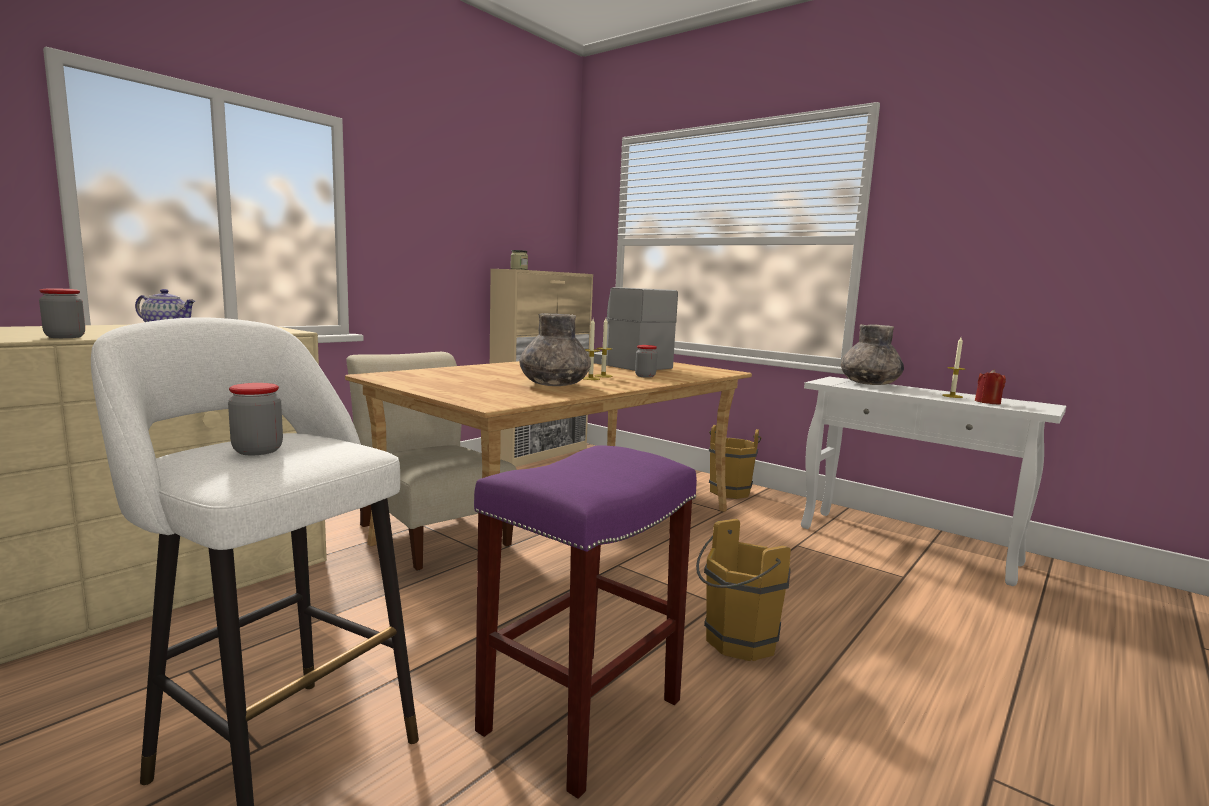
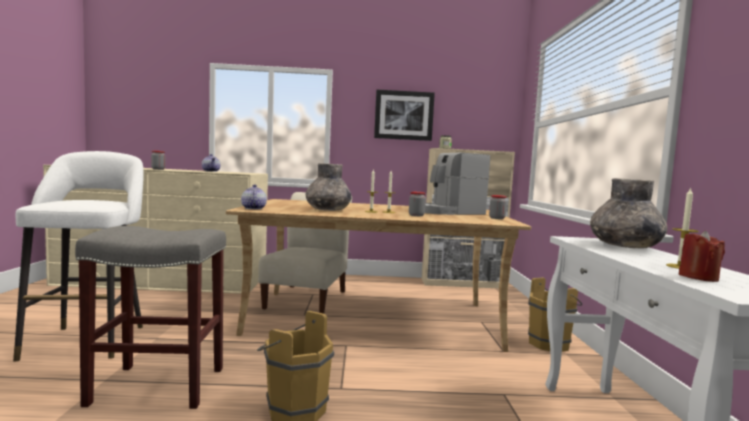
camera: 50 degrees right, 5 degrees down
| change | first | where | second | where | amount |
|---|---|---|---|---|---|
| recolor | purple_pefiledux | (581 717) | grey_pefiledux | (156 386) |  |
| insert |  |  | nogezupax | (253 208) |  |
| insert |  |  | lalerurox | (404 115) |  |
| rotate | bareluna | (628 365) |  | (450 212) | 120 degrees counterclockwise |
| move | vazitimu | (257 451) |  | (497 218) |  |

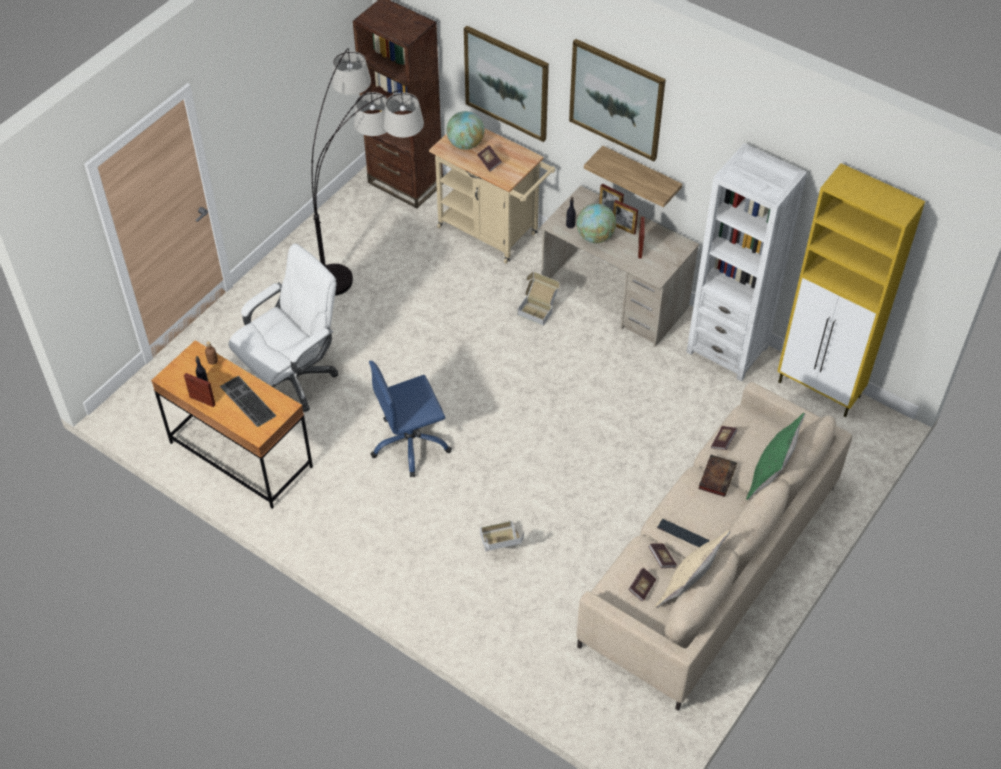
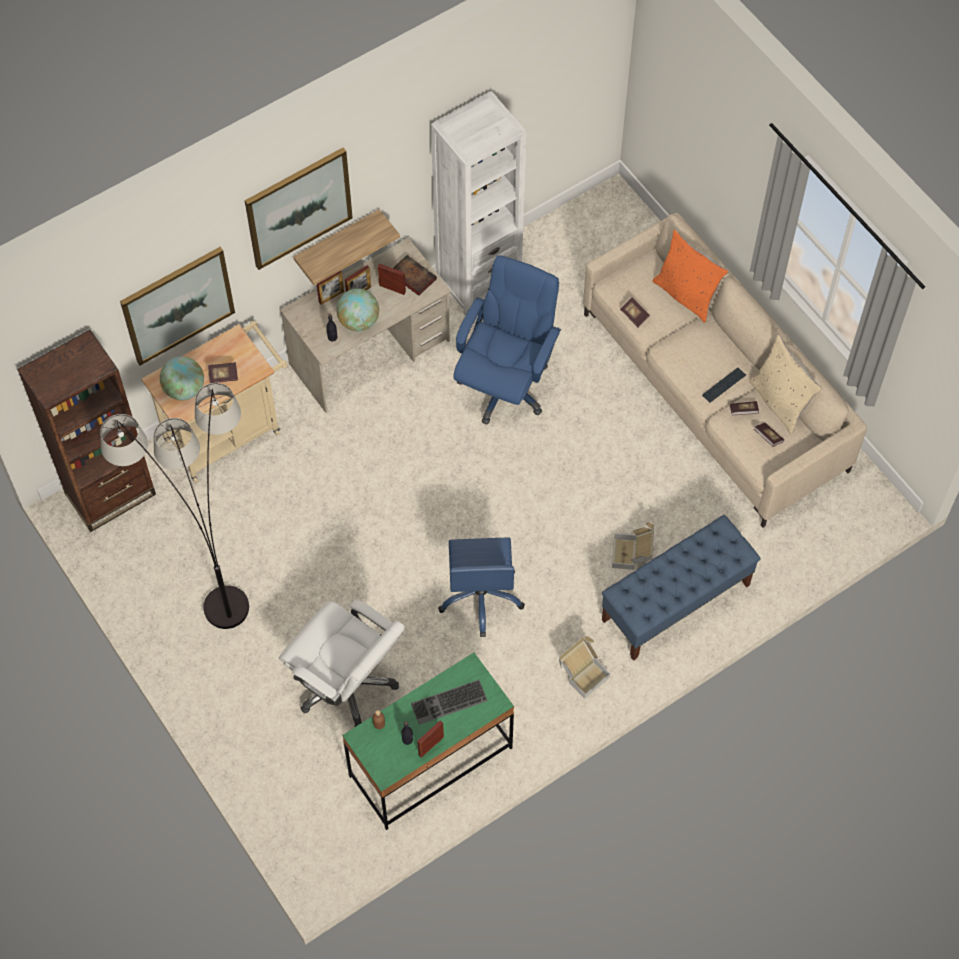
camera: 70 degrees left, 10 degrees up
| change | first | where | second | where | amount |
|---|---|---|---|---|---|
| rotate | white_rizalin | (292 378) |  | (347 685) | 150 degrees clockwise |
| recolor | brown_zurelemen | (240 454) | green_zurelemen | (430 762) |  |
| move | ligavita | (717 476) |  | (412 276) |  |
| insert |  |  | blue_rizalin | (505 385) |  |
| move | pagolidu | (538 308) |  | (583 673) |  |
| insert |  |  | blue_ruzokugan | (675 603) |  |
| recolor | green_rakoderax | (770 476) | orange_rakoderax | (686 294) |  |
| delete | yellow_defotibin | (820 390) |  |  |  |

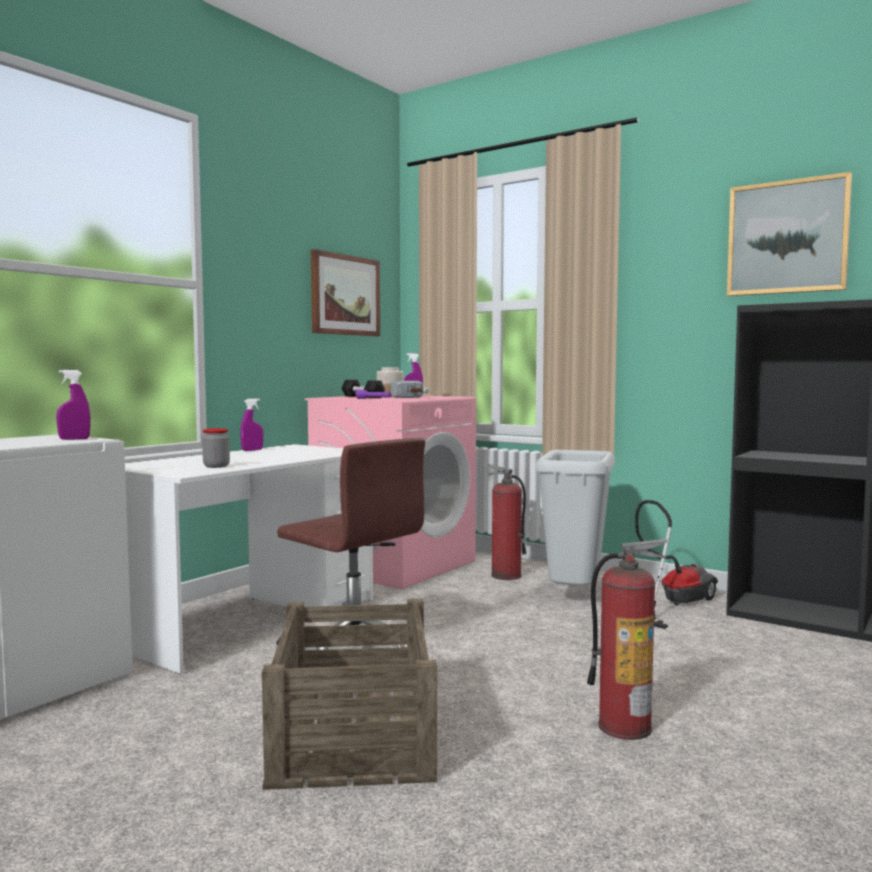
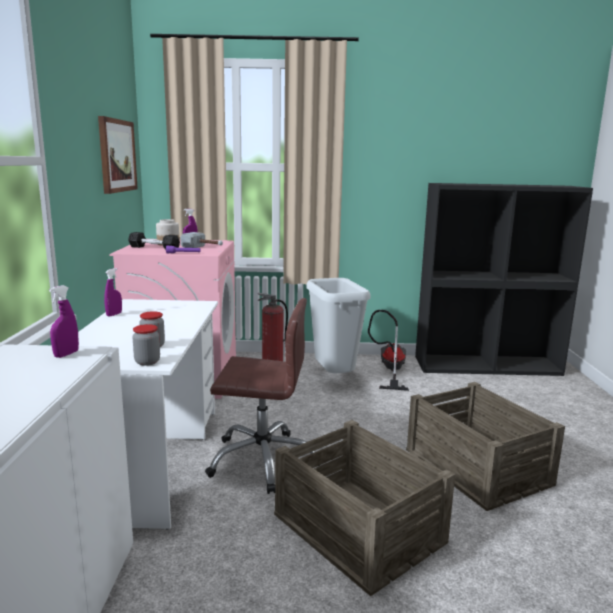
camera: 35 degrees left, 10 degrees up
| change | first | where | second | where | amount |
|---|---|---|---|---|---|
| insert |  |  | vazitimu | (147 362) |  |
| replace | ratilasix | (625 727) | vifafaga | (477 466) |  |
| delete | lalerurox | (787 237) |  |  |  |

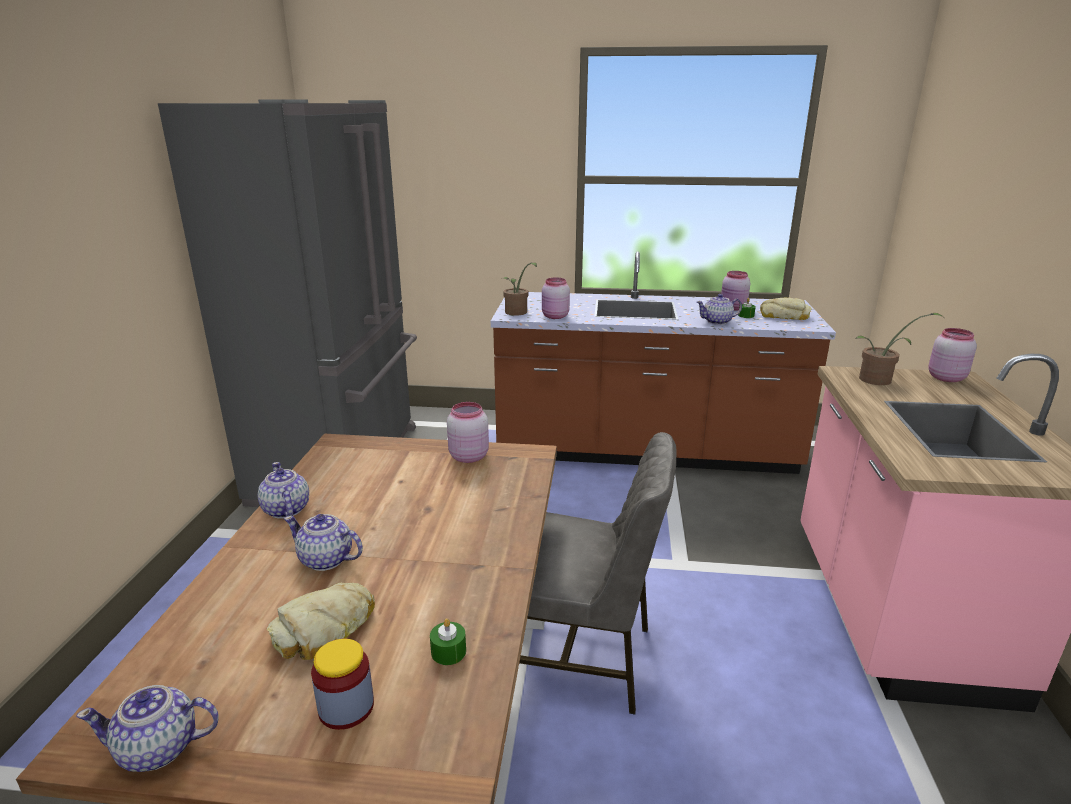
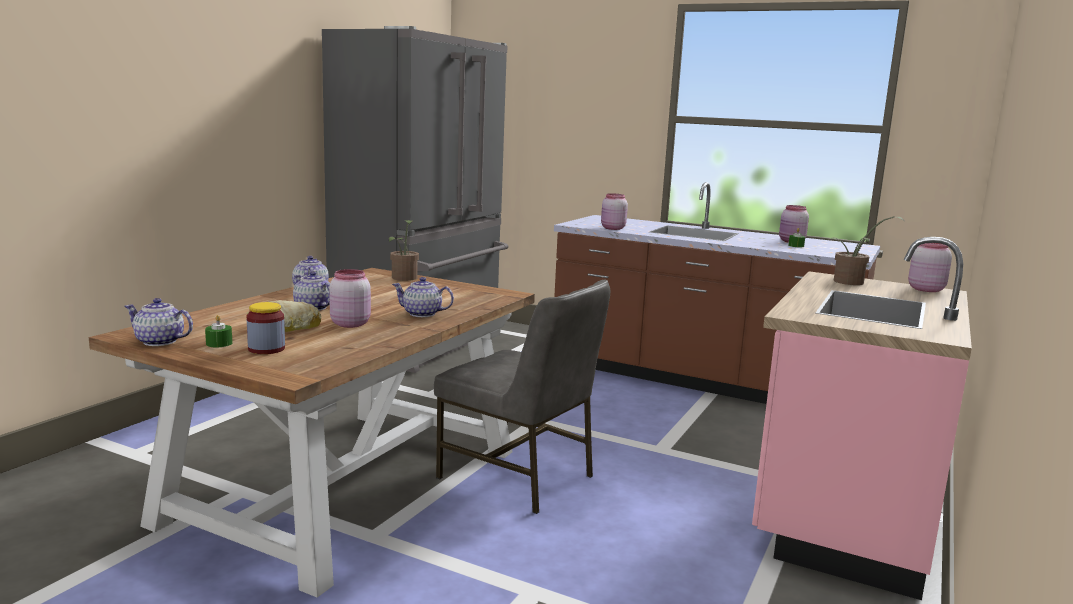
camera: 20 degrees right, 10 degrees down
| change | first | where | second | where | amount |
|---|---|---|---|---|---|
| move | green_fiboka | (448 651) |  | (219 343) |  |
| move | pink_vazitimu | (468 456) |  | (350 324) |  |
| move | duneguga | (517 313) |  | (404 278) |  |
| move | nogezupax | (717 322) |  | (422 314) |  |
| delete | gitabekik | (784 316) |  |  |  |

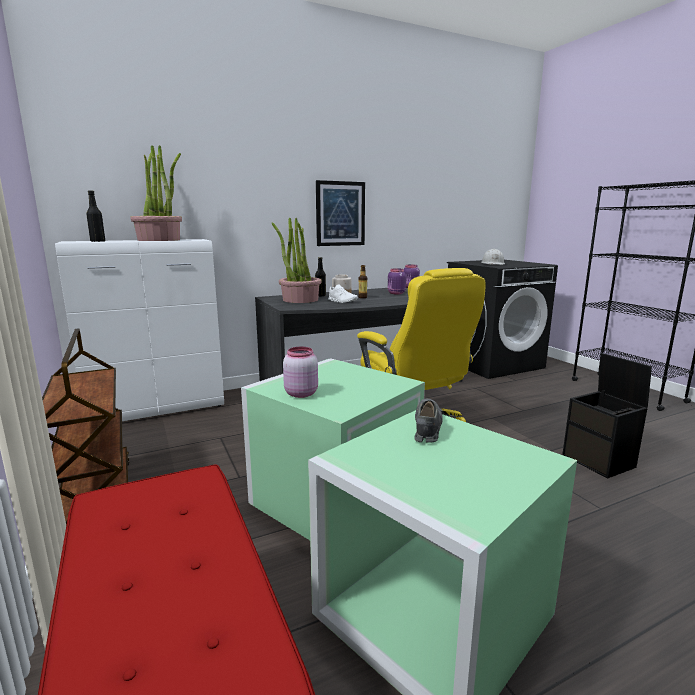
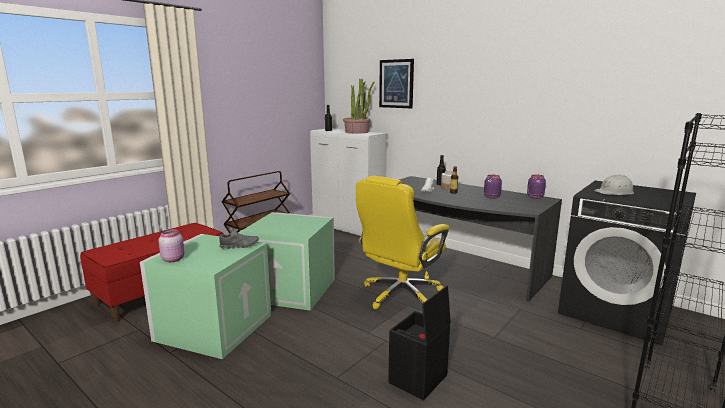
camera: 65 degrees right, 0 degrees up
| change | first | where | second | where | amount |
|---|---|---|---|---|---|
| move | pink_vazitimu | (300 393) |  | (173 259) |  |
| move | lalerurox | (340 214) |  | (396 84) |  |
| delete | duneguga | (300 300) |  |  |  |

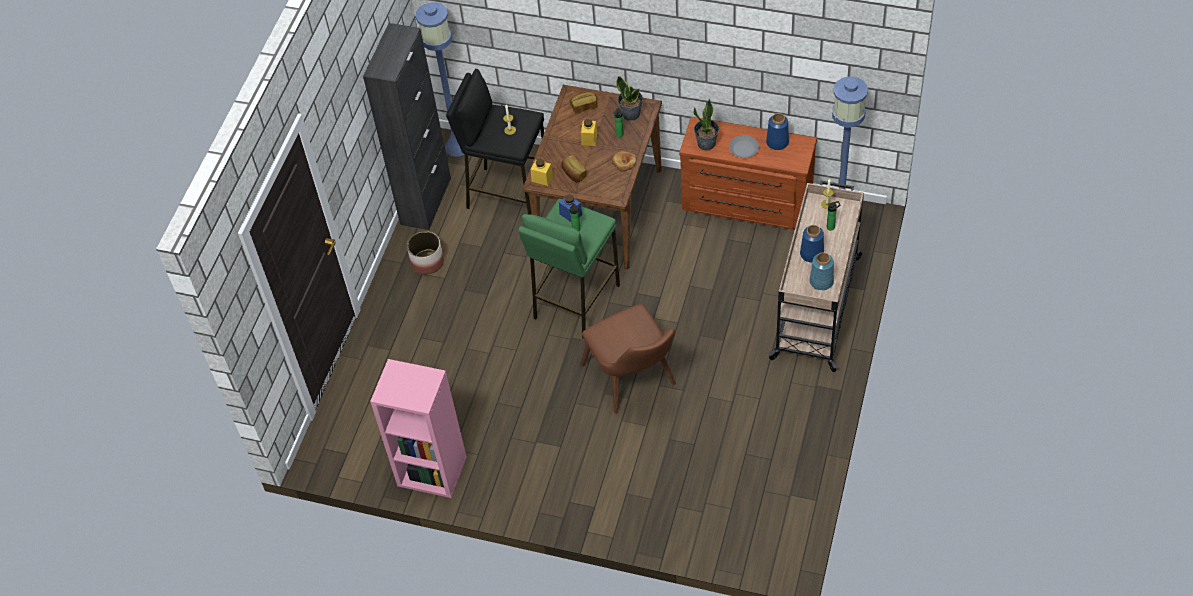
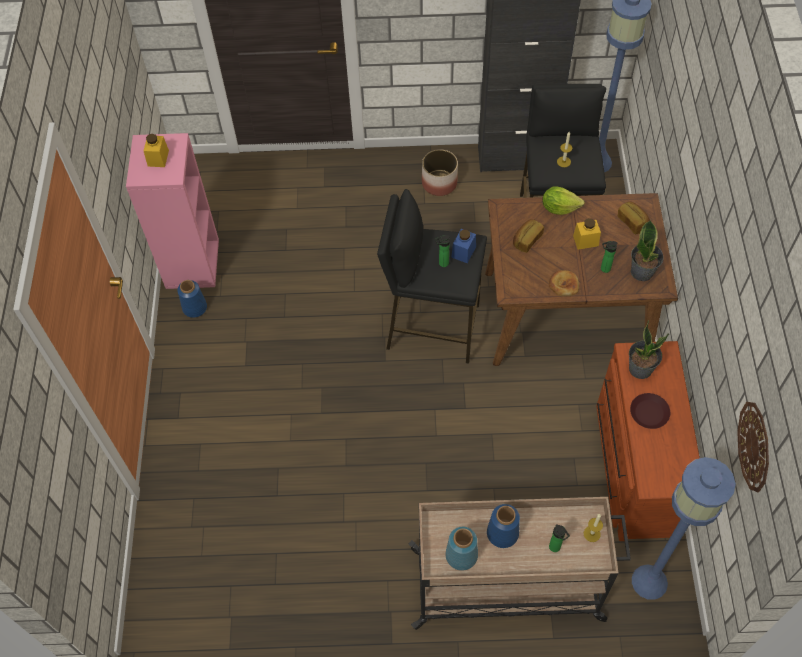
camera: 70 degrees right, 5 degrees up
| change | first | where | second | where | amount |
|---|---|---|---|---|---|
| move | yellow_vazitimu | (542 178) |  | (158 158) |  |
| move | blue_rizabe | (777 142) |  | (194 308) |  |
| recolor | green_pefiledux | (575 301) | black_pefiledux | (432 327) |  |
| insert |  |  | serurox | (559 208) |  |
| recolor | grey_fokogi | (744 149) | brown_fokogi | (649 413) |  |
| insert |  |  | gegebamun | (754 446) |  |
| delete | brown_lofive | (635 382) |  |  |  |

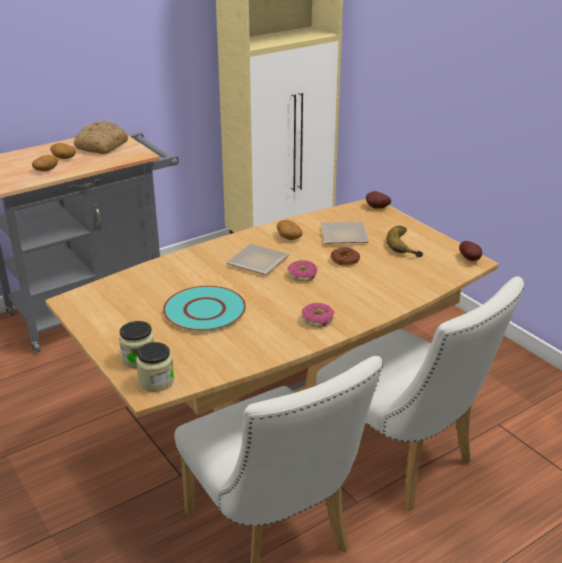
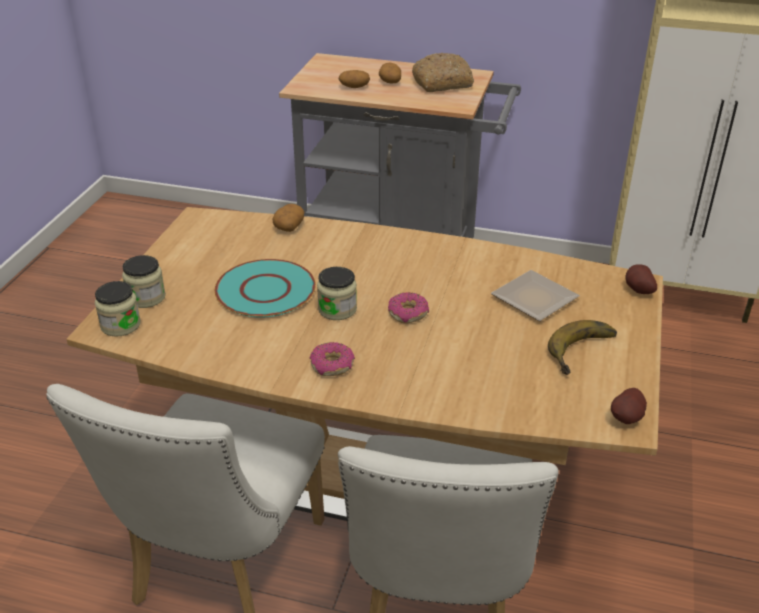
camera: 50 degrees right, 5 degrees up
| change | first | where | second | where | amount |
|---|---|---|---|---|---|
| move | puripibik | (288 237) |  | (289 226) |  |
| insert |  |  | vazitimu | (337 309) |  |
| delete | fokogi | (255 262) |  |  |  |
| delete | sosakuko | (345 260) |  |  |  |

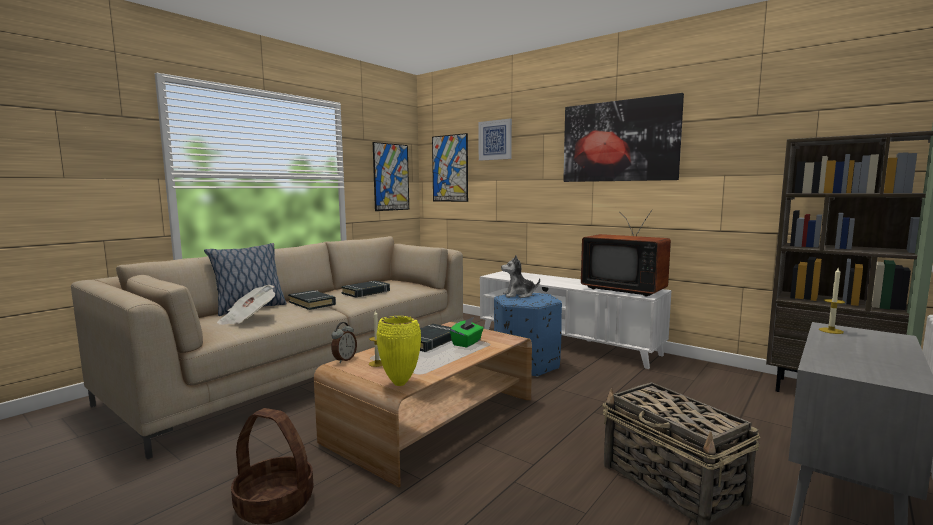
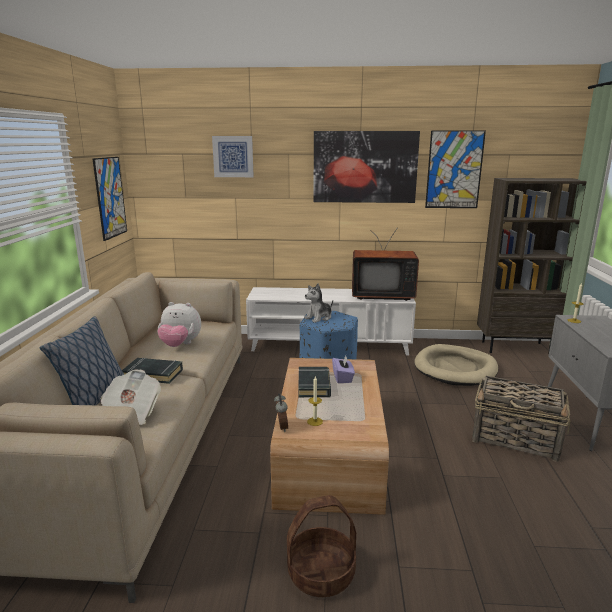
camera: 35 degrees left, 10 degrees up
| change | first | where | second | where | amount |
|---|---|---|---|---|---|
| replace | black_ligavita | (366 292) | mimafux | (180 345) |  |
| recolor | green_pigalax | (467 343) | purple_pigalax | (343 378) |  |
| insert |  |  | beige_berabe | (455 368) |  |
| move | lalerurox | (450 168) |  | (454 170) |  |
| delete | yellow_rizabe | (400 383) |  |  |  |

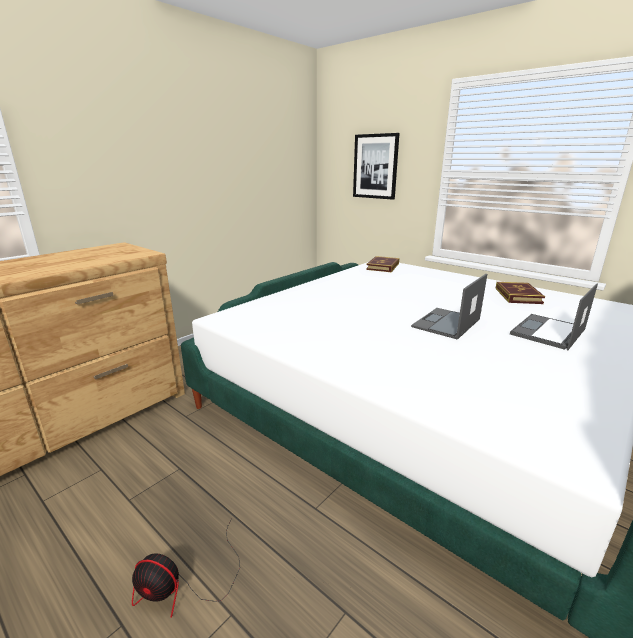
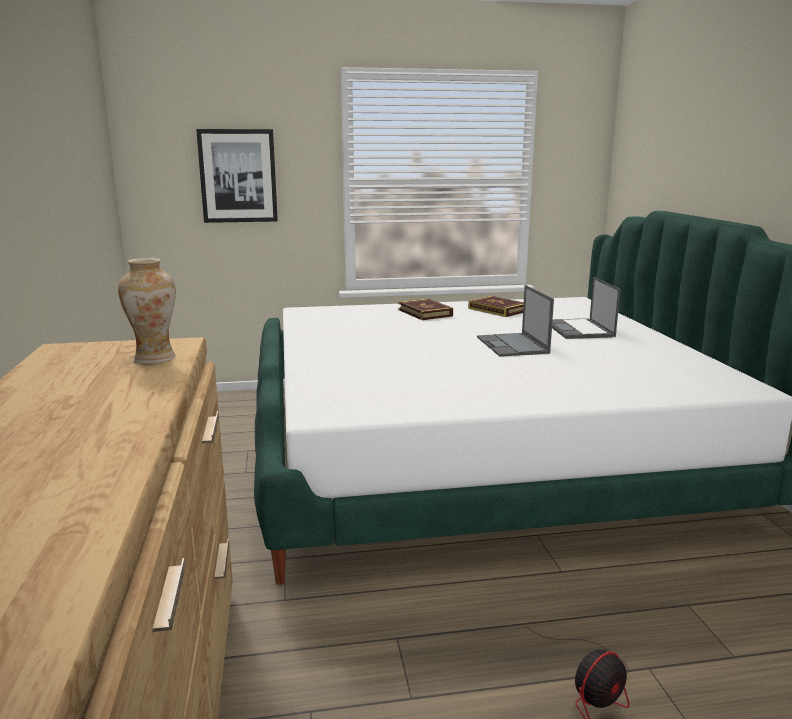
camera: 50 degrees left, 5 degrees down
| change | first | where | second | where | amount |
|---|---|---|---|---|---|
| insert |  |  | rizabe | (154 358) |  |
| move | ligavita | (383 266) |  | (425 313) |  |

